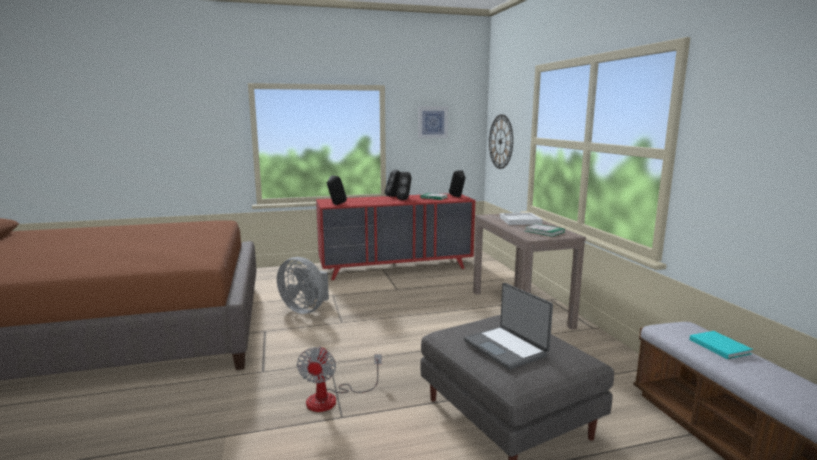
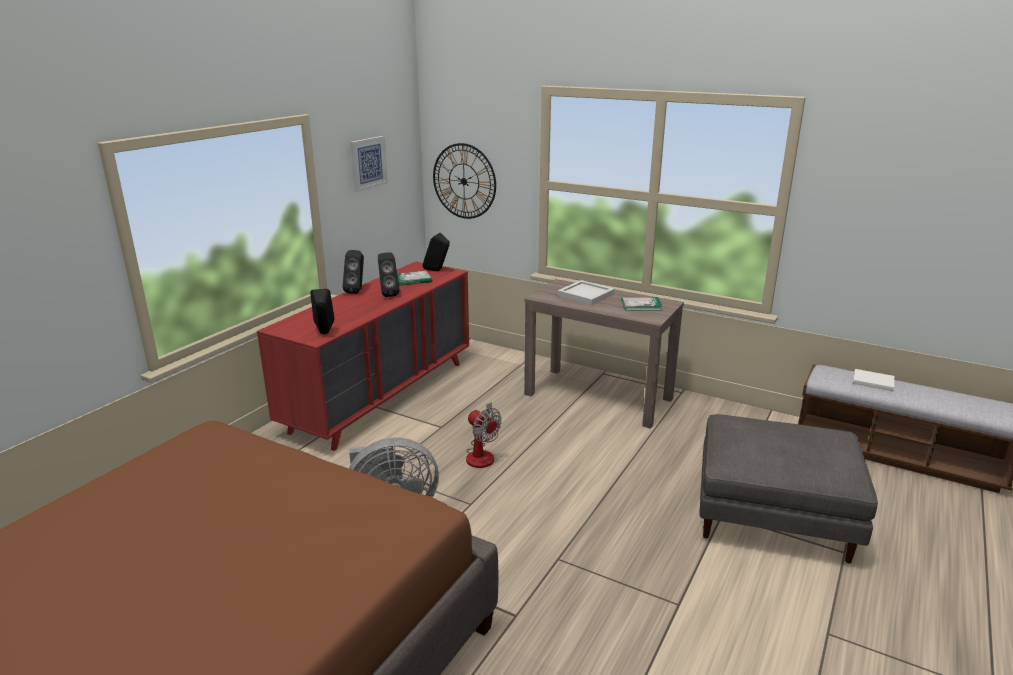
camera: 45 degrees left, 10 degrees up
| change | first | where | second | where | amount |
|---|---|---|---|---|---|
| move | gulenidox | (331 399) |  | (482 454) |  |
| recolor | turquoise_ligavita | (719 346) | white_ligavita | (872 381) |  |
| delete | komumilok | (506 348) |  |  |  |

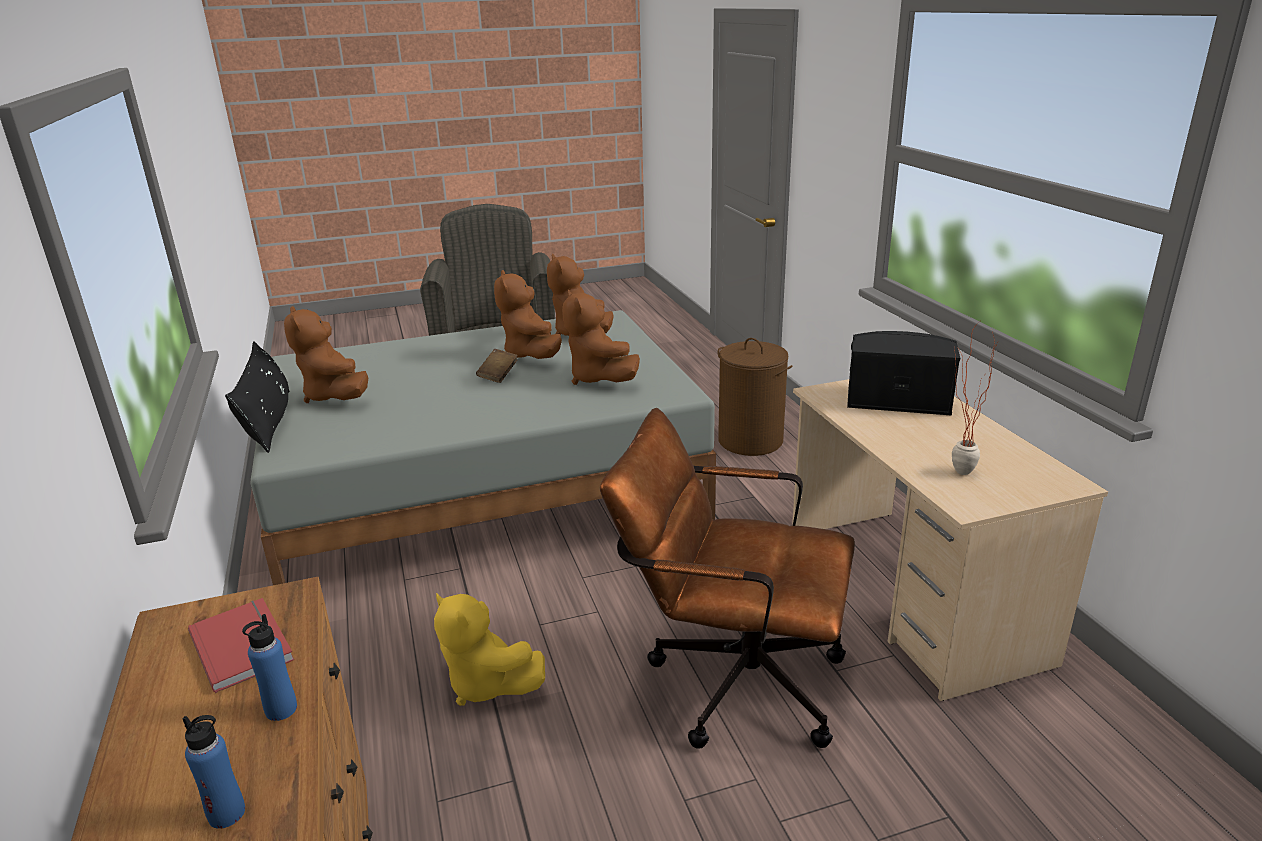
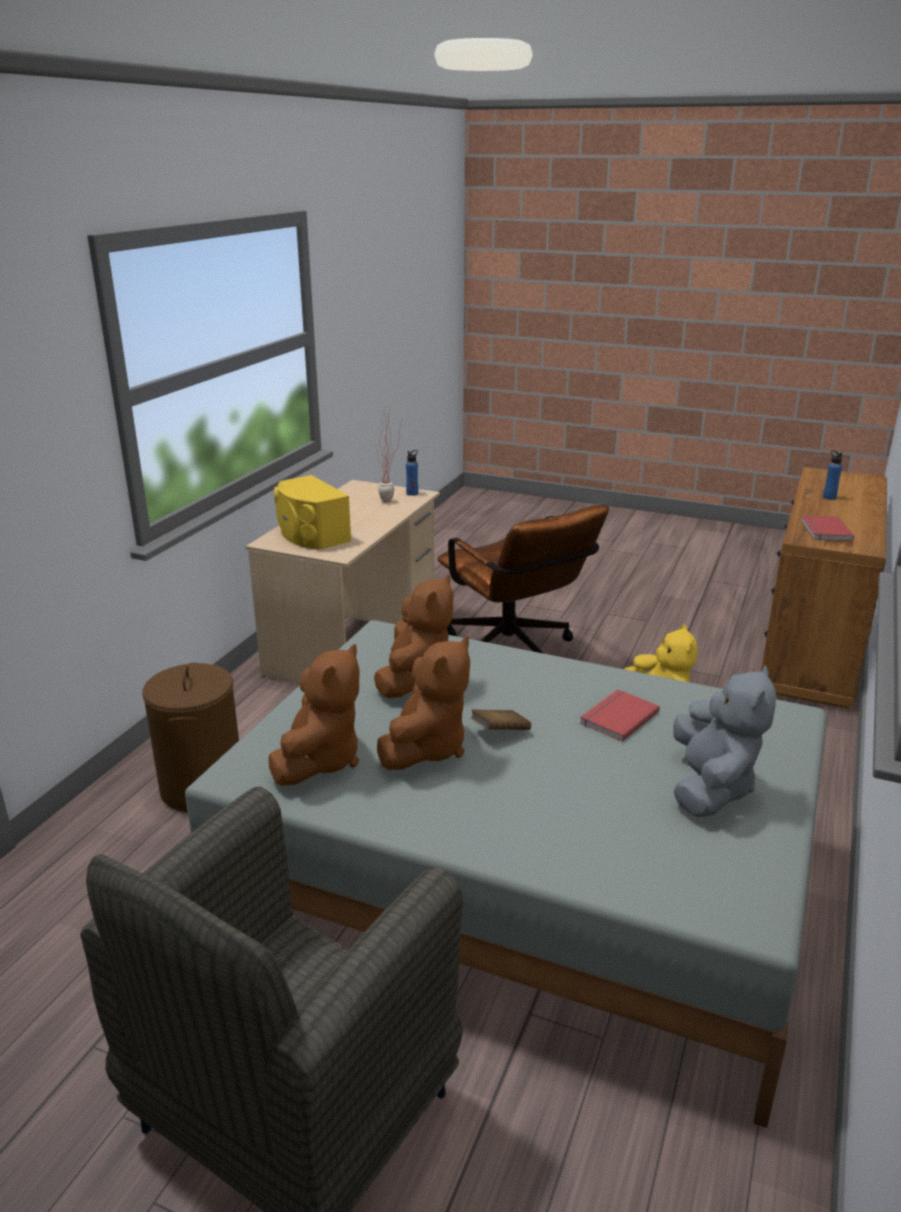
camera: 140 degrees left, 0 degrees up
| change | first | where | second | where | amount |
|---|---|---|---|---|---|
| recolor | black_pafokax | (897 398) | yellow_pafokax | (310 534) |  |
| move | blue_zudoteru | (281 709) |  | (412 493) |  |
| insert |  |  | red_ligavita | (617 717) |  |
| recolor | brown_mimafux | (335 396) | grey_mimafux | (710 787) |  |
| delete | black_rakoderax | (269 421) |  |  |  |

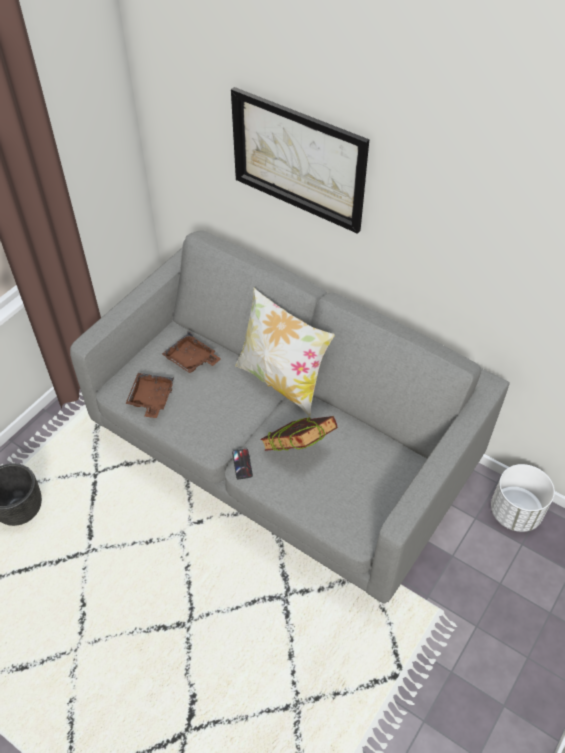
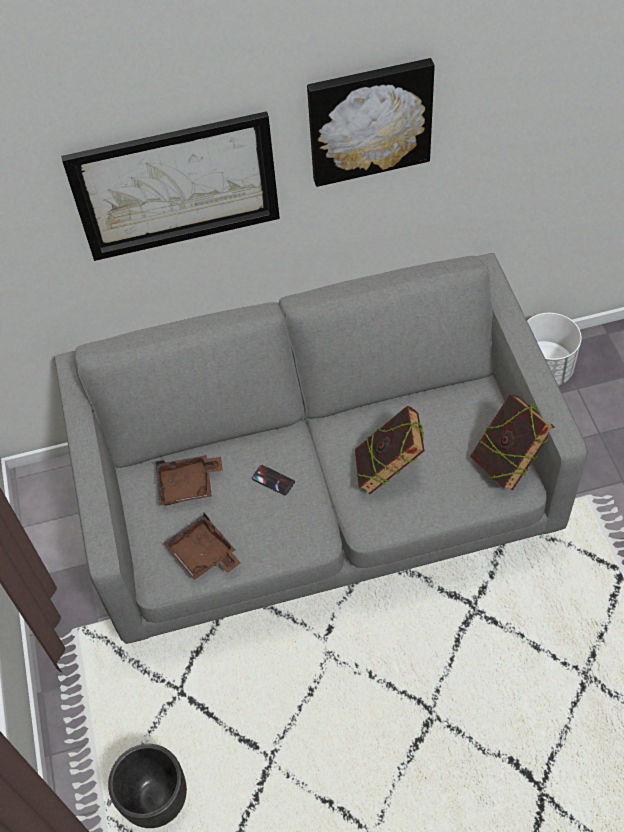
camera: 45 degrees left, 5 degrees up
| change | first | where | second | where | amount |
|---|---|---|---|---|---|
| move | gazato | (242 464) |  | (273 480) |  |
| insert |  |  | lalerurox | (369 120) |  |
| insert |  |  | ligavita | (507 462) |  |
| delete | rakoderax | (281 381) |  |  |  |

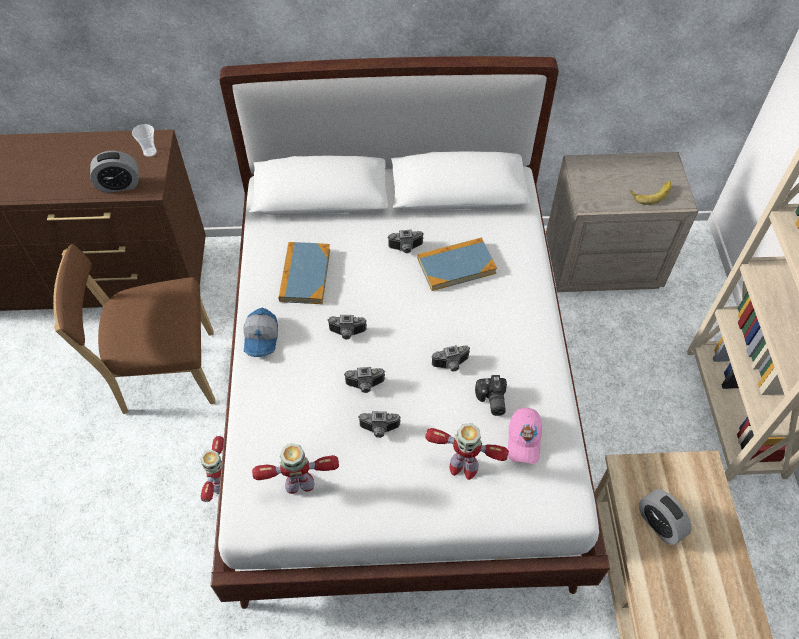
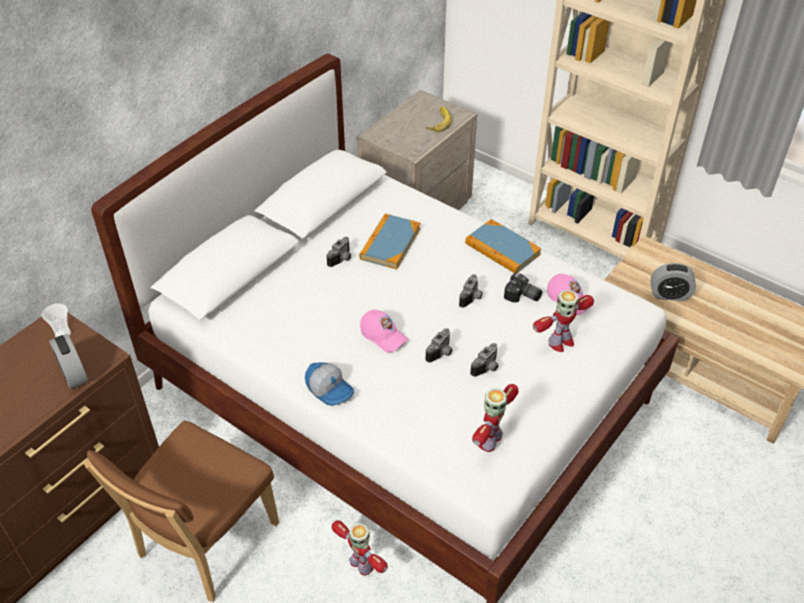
camera: 50 degrees left, 10 degrees down
| change | first | where | second | where | amount |
|---|---|---|---|---|---|
| rotate | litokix | (119 185) |  | (74 374) | 120 degrees clockwise |
| replace | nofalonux | (347 333) | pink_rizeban | (383 336) |  |
| move | ligavita | (305 275) |  | (502 249) |  |

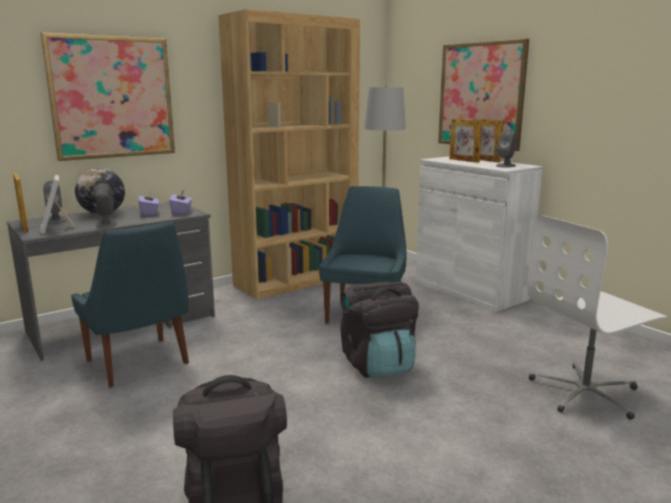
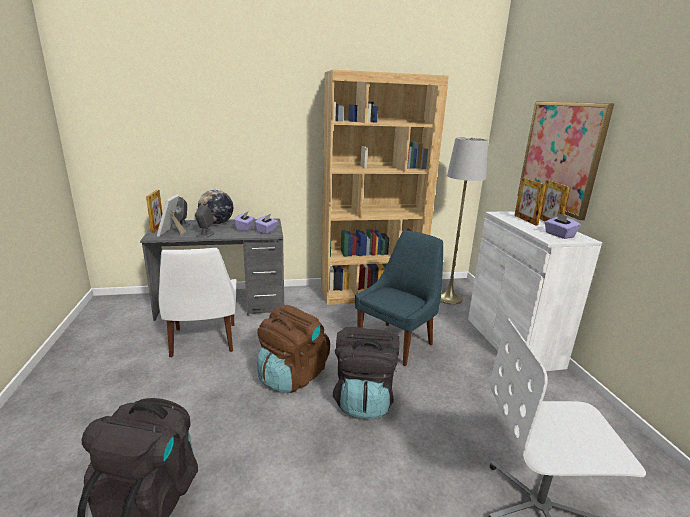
camera: 25 degrees right, 5 degrees up
| change | first | where | second | where | amount |
|---|---|---|---|---|---|
| recolor | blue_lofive | (139 363) | white_lofive | (203 341) |  |
| insert |  |  | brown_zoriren | (292 376) |  |
| replace | grey_pafokax | (506 166) | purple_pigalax | (559 235) |  |
| delete | lalerurox | (112 97) |  |  |  |

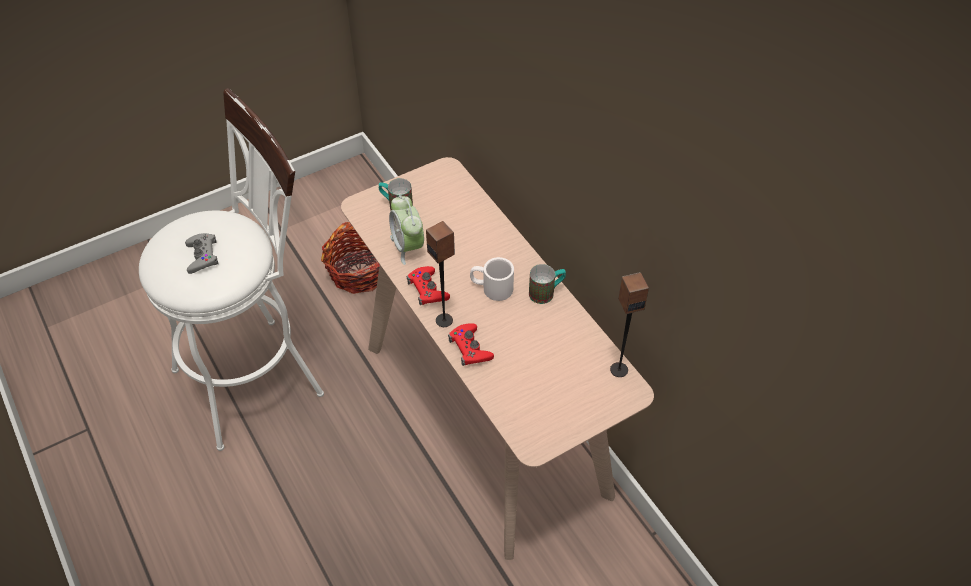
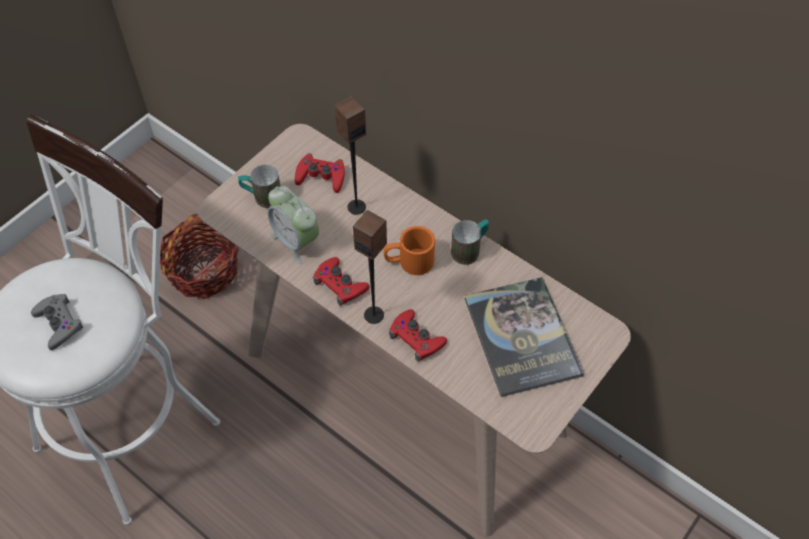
camera: 20 degrees left, 5 degrees up
| change | first | where | second | where | amount |
|---|---|---|---|---|---|
| insert |  |  | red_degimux | (321 176) |  |
| move | pafokax | (619 369) |  | (356 206) |  |
| recolor | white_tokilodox | (491 288) | orange_tokilodox | (409 262) |  |
| insert |  |  | ligavita | (522 336) |  |

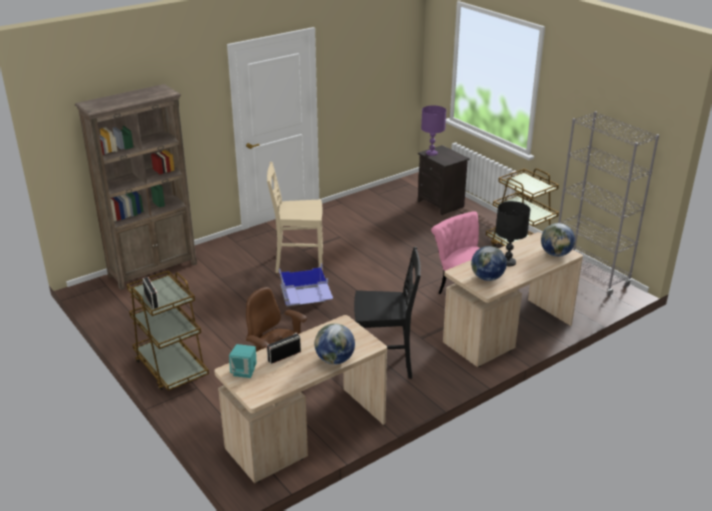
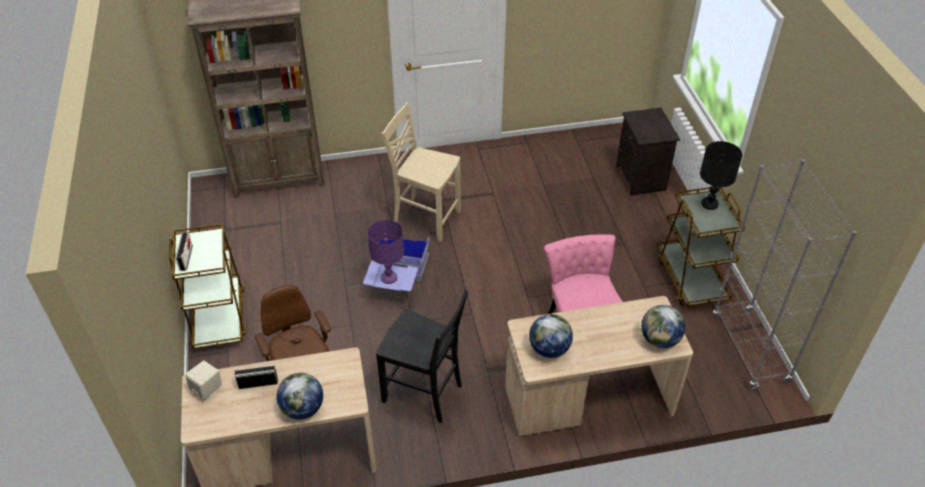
camera: 25 degrees right, 15 degrees up
| change | first | where | second | where | amount |
|---|---|---|---|---|---|
| recolor | turquoise_pafokax | (244 372) | beige_pafokax | (207 389) |  |
| move | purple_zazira | (432 153) |  | (389 277) |  |
| move | black_zazira | (508 262) |  | (710 204) |  |

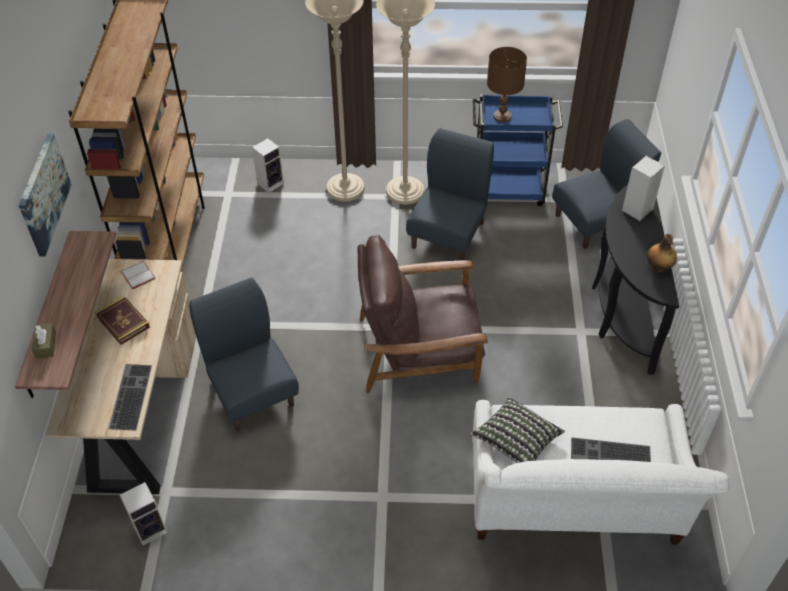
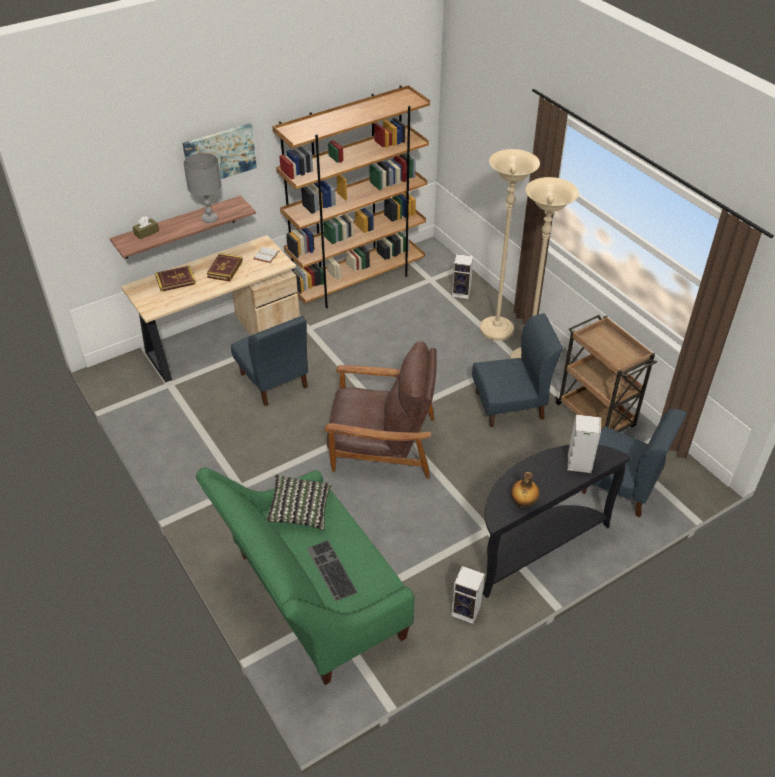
camera: 55 degrees right, 5 degrees down
| change | first | where | second | where | amount |
|---|---|---|---|---|---|
| insert |  |  | ligavita | (175 281) |  |
| insert |  |  | grey_zazira | (209 218) |  |
| recolor | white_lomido | (573 507) | green_lomido | (311 600) |  |
| rotate | blue_lofive | (252 392) |  | (273 381) | 120 degrees clockwise |
| rotate | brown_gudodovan | (420 350) |  | (382 444) | 135 degrees clockwise |
| move | pafokax | (151 528) |  | (467 611) |  |
| recolor | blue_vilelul | (508 190) | brown_vilelul | (596 416) |  |
| delete | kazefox | (129 396) |  |  |  |
| delete | brown_zazira | (502 116) |  |  |  |

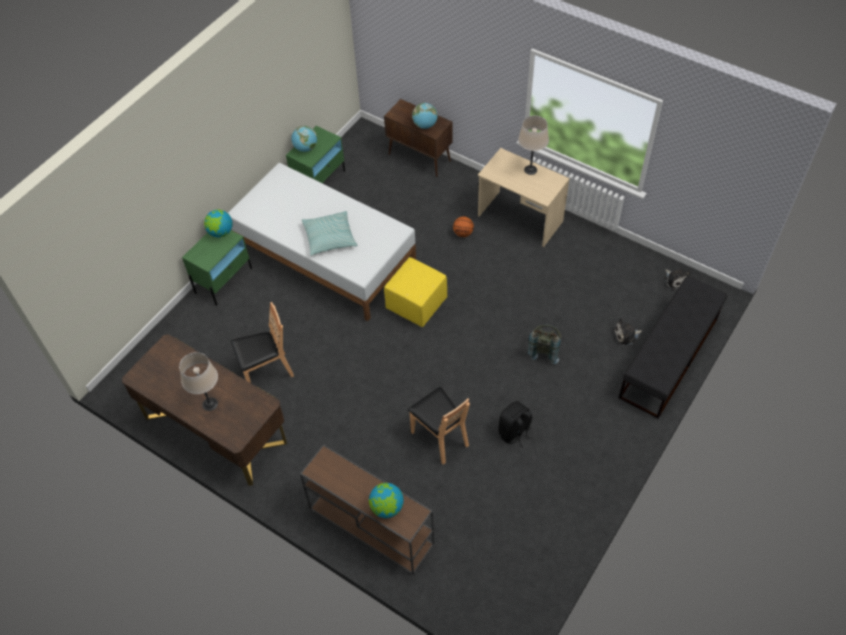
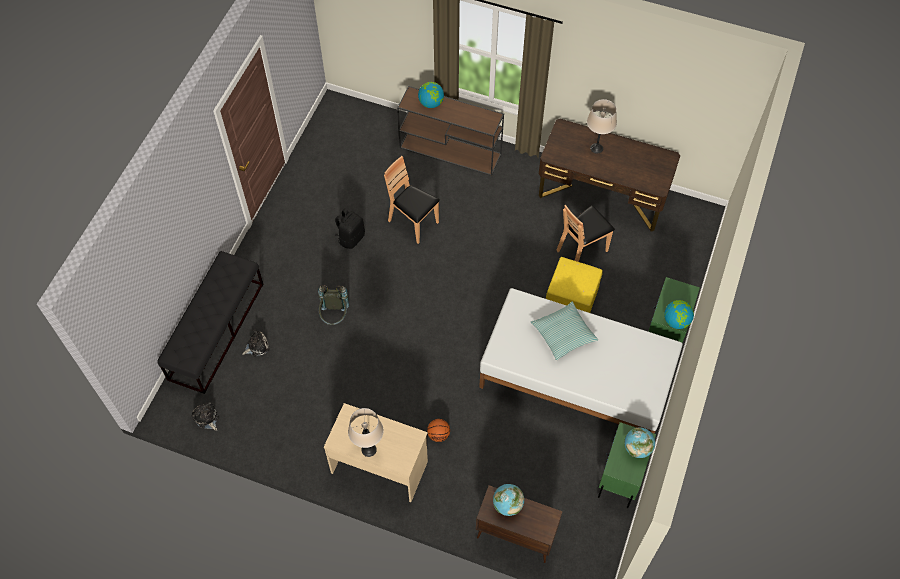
camera: 165 degrees right, 5 degrees up
| change | first | where | second | where | amount |
|---|---|---|---|---|---|
| move | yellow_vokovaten | (416 303) |  | (572 300) |  |

